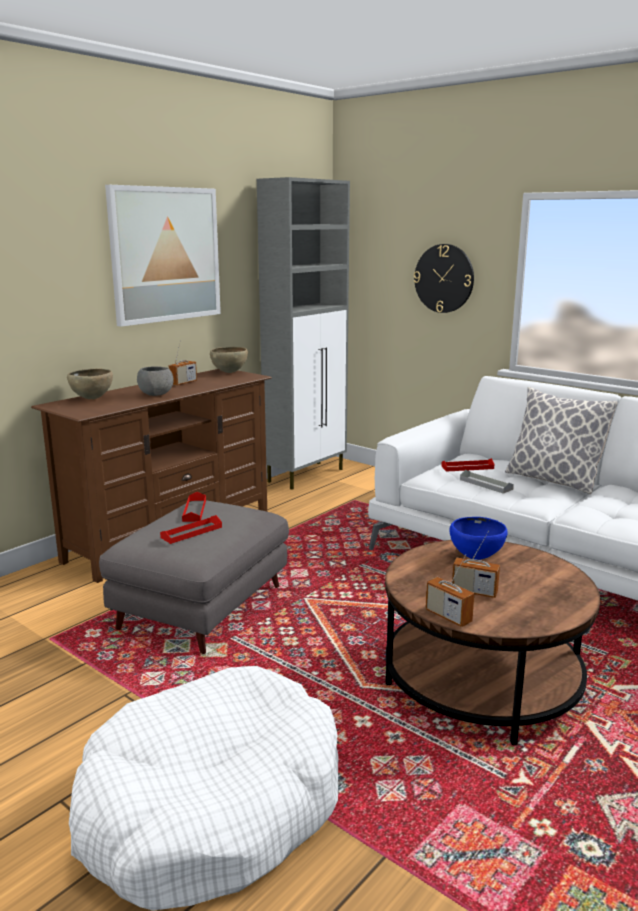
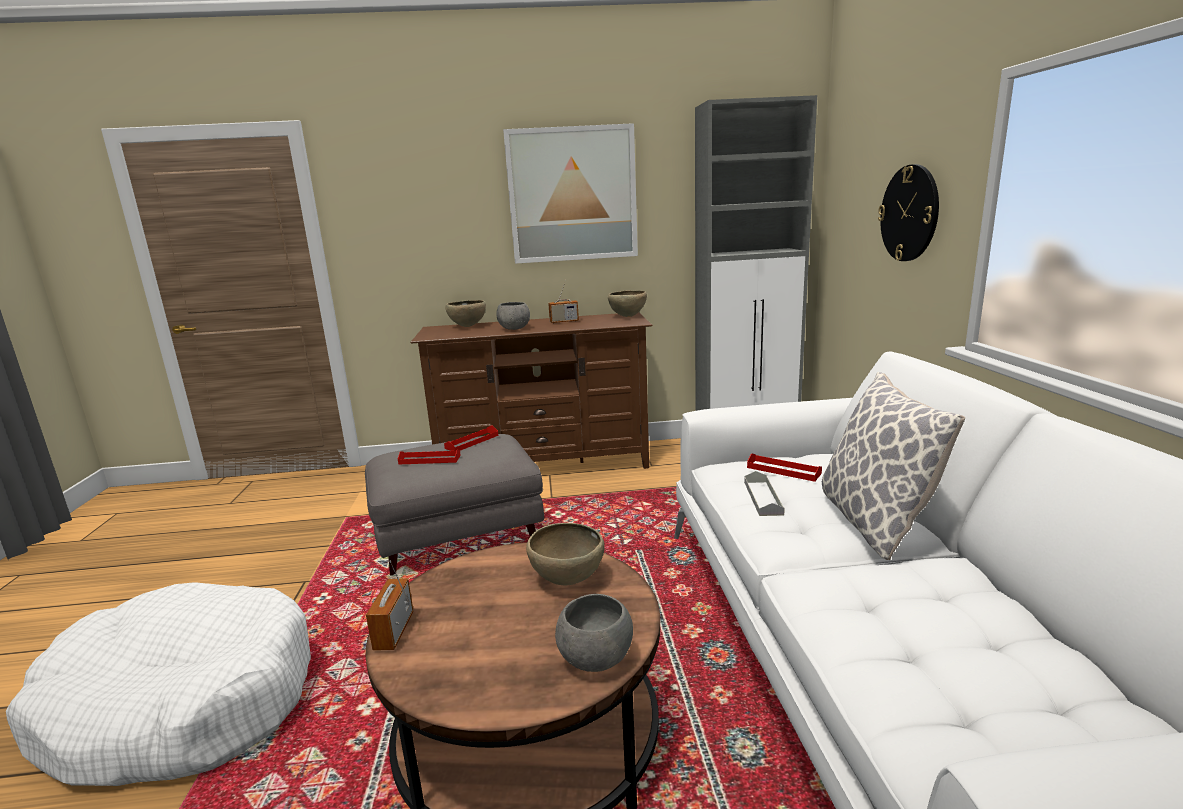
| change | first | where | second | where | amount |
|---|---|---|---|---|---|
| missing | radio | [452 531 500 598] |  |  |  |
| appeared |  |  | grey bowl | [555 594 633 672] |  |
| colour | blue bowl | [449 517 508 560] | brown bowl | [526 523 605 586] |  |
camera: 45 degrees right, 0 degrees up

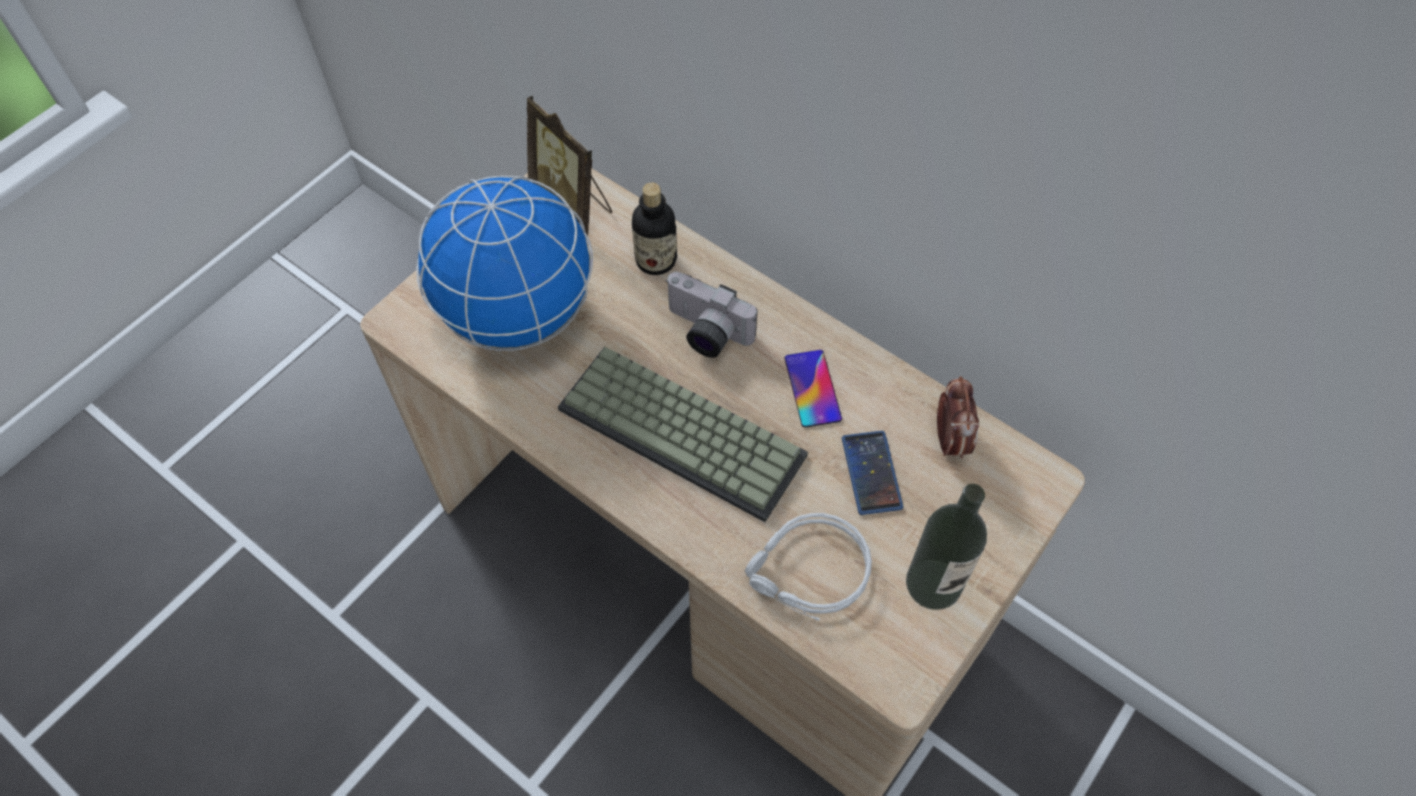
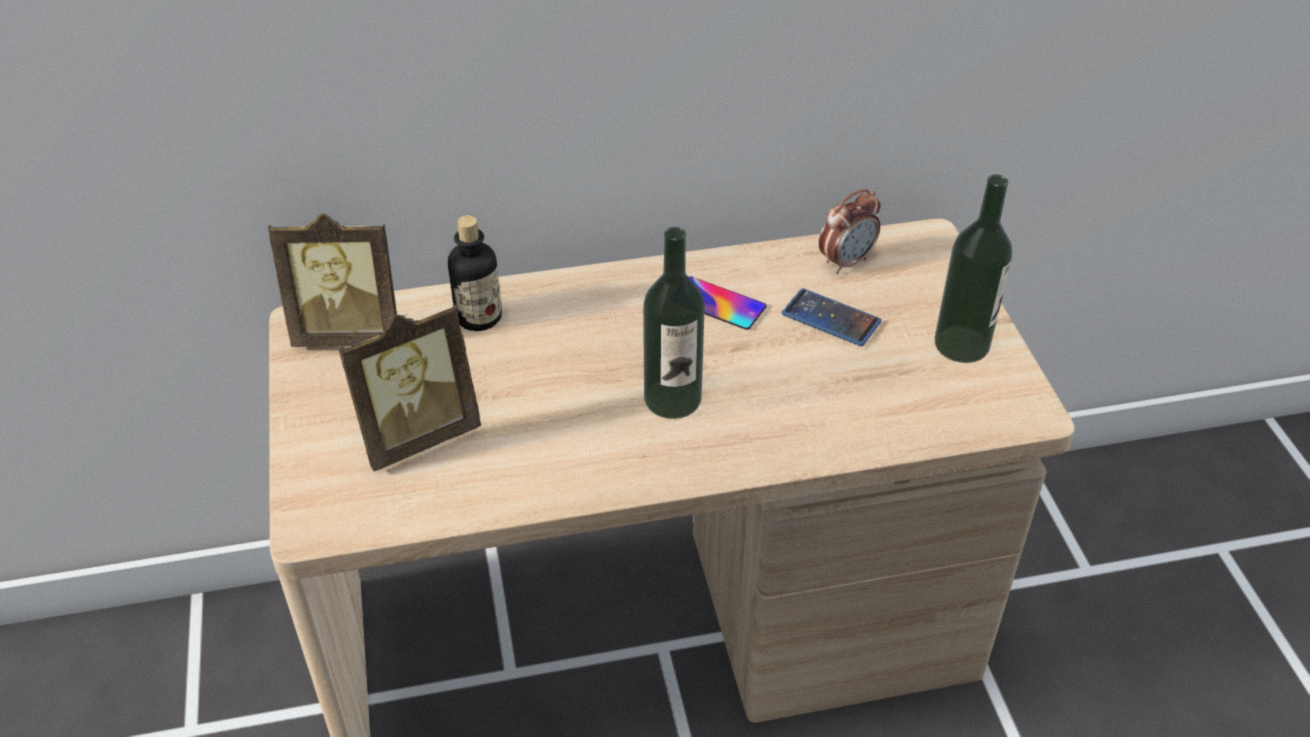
| change | first | where | second | where | amount |
|---|---|---|---|---|---|
| missing | photo camera | [666 272 757 358] |  |  |  |
| missing | grey headphones | [745 513 872 621] |  |  |  |
| exchanged | globe | [416 176 593 351] | picture frame | [338 304 481 471] |  |
| exchanged | keyboard | [558 347 808 522] | bottle | [643 227 705 419] |  |
| spun | alarm clock | [937 376 979 458] |  | [819 189 881 274] | 105 degrees clockwise |
camera: 50 degrees left, 15 degrees down

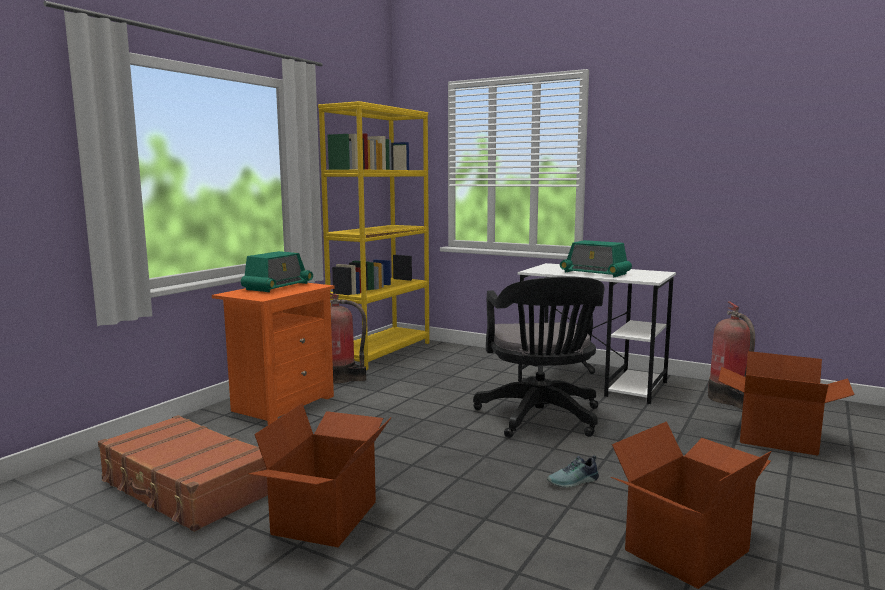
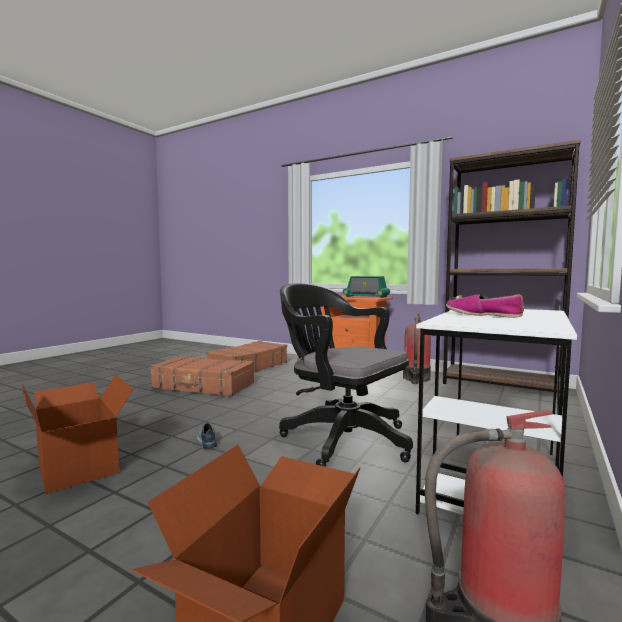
| change | first | where | second | where | amount |
|---|---|---|---|---|---|
| exchanged | cardboard box | [248 403 392 547] | brown suitcase | [150 356 254 397] |  |
| exchanged | radio | [560 240 632 277] | shoe | [446 294 524 318] |  |
| colour | yellow bookcase | [318 101 429 370] | brown bookcase | [443 140 581 396] |  |
| spun | black office chair | [473 276 605 438] |  | [279 283 413 467] | 45 degrees clockwise |
camera: 90 degrees right, 5 degrees down

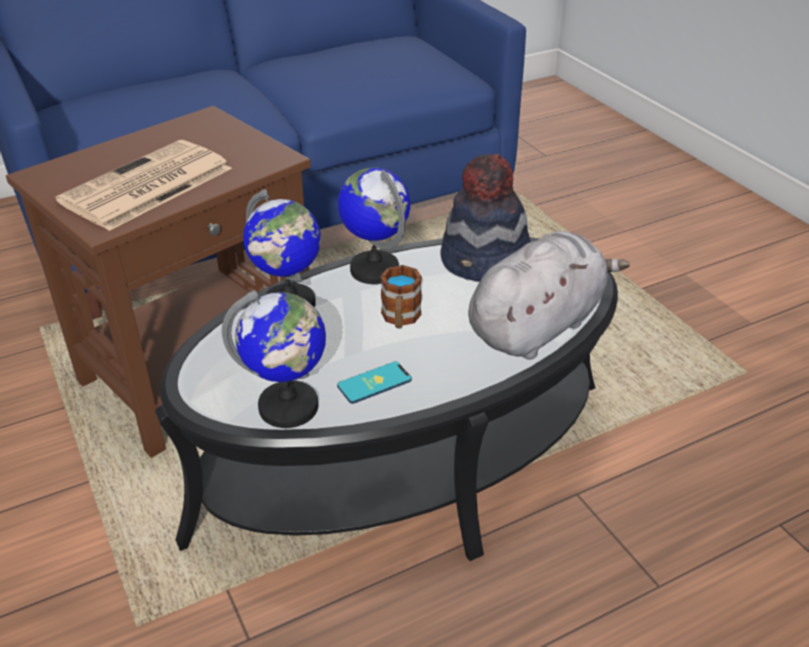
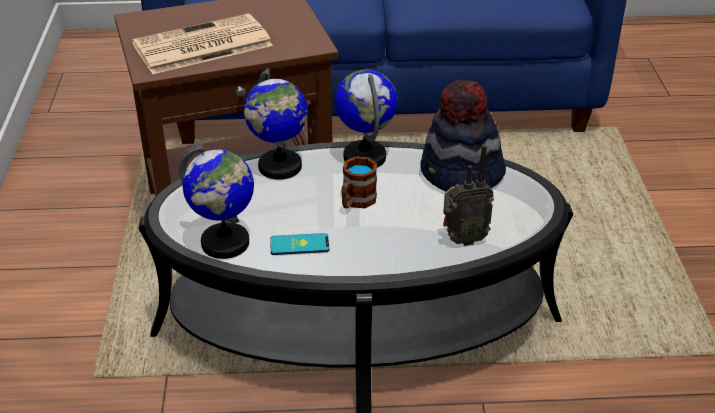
| change | first | where | second | where | amount |
|---|---|---|---|---|---|
| exchanged | grey plush toy | [469 231 630 359] | radio | [443 144 494 246] |  |
camera: 25 degrees right, 0 degrees up

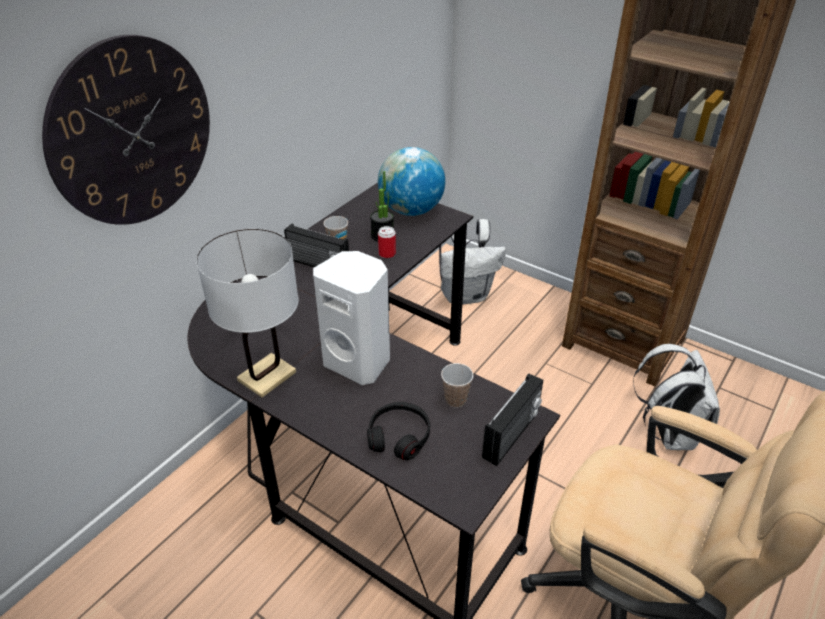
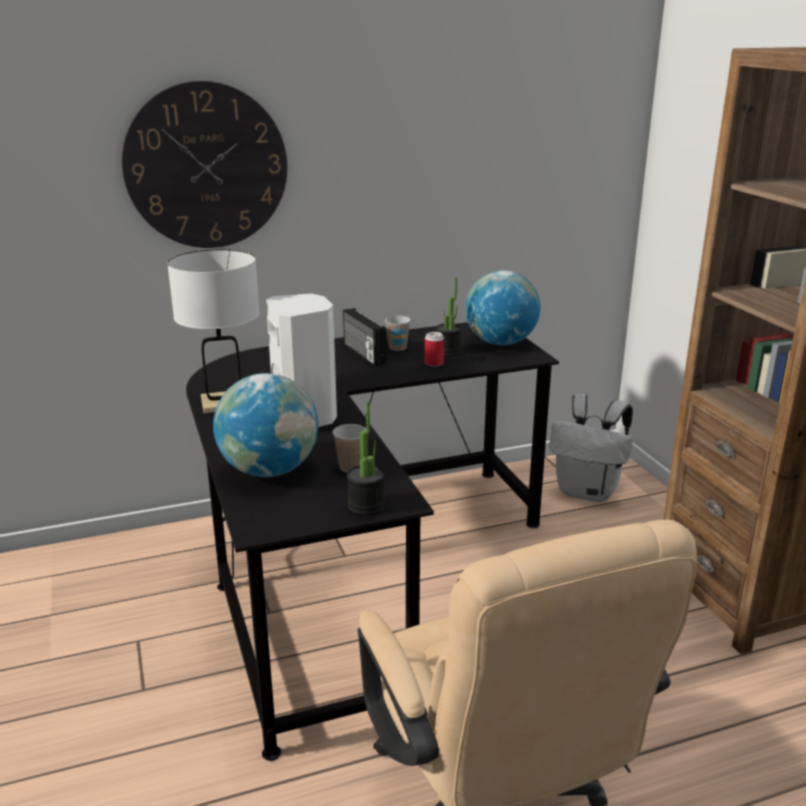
| change | first | where | second | where | amount |
|---|---|---|---|---|---|
| missing | white backpack | [633 344 720 450] |  |  |  |
| exchanged | black headphones | [367 402 430 460] | globe | [213 373 318 477] |  |
| exchanged | radio | [482 374 543 466] | potted plant | [347 402 385 516] |  |
camera: 35 degrees right, 15 degrees down

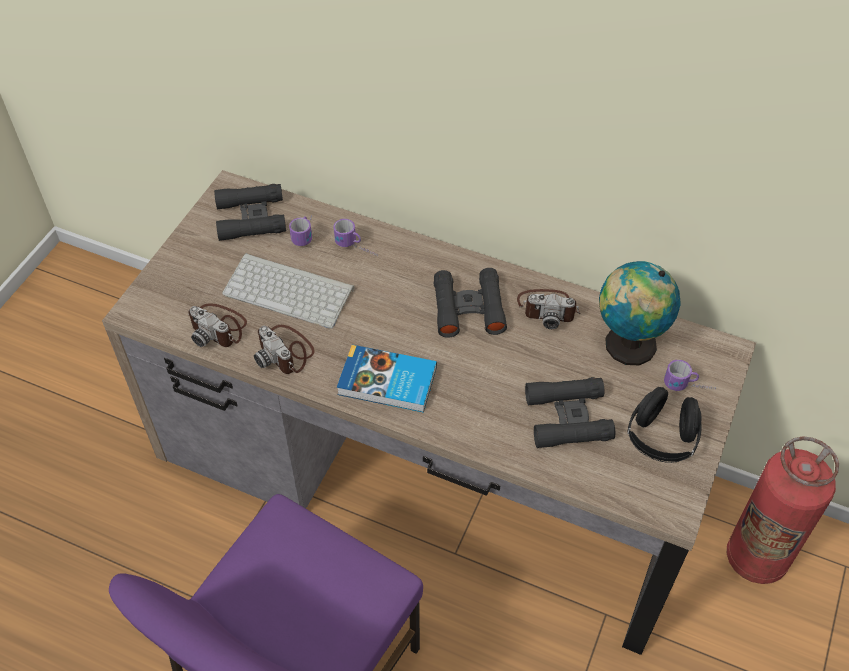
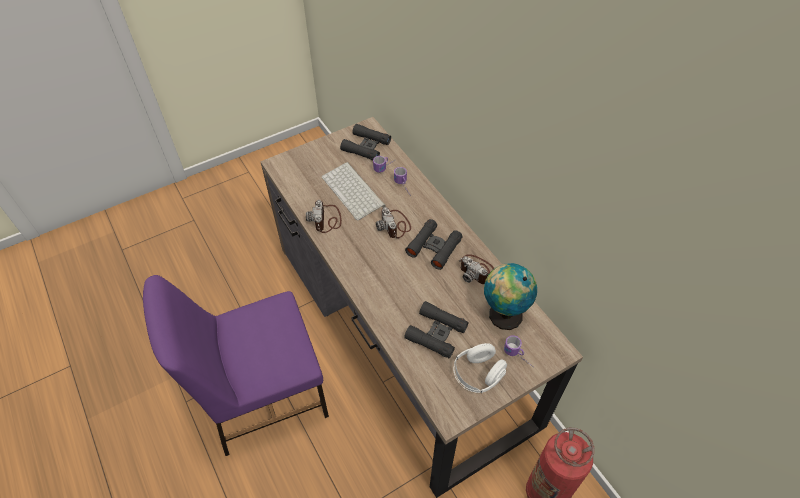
| change | first | where | second | where | amount |
|---|---|---|---|---|---|
| missing | book | [337 345 437 413] |  |  |  |
| relocated | photo camera | [188 303 247 347] |  | [376 207 411 239] |  |
| colour | black headphones | [627 387 701 463] | white headphones | [453 343 507 393] |  |
camera: 35 degrees right, 0 degrees up

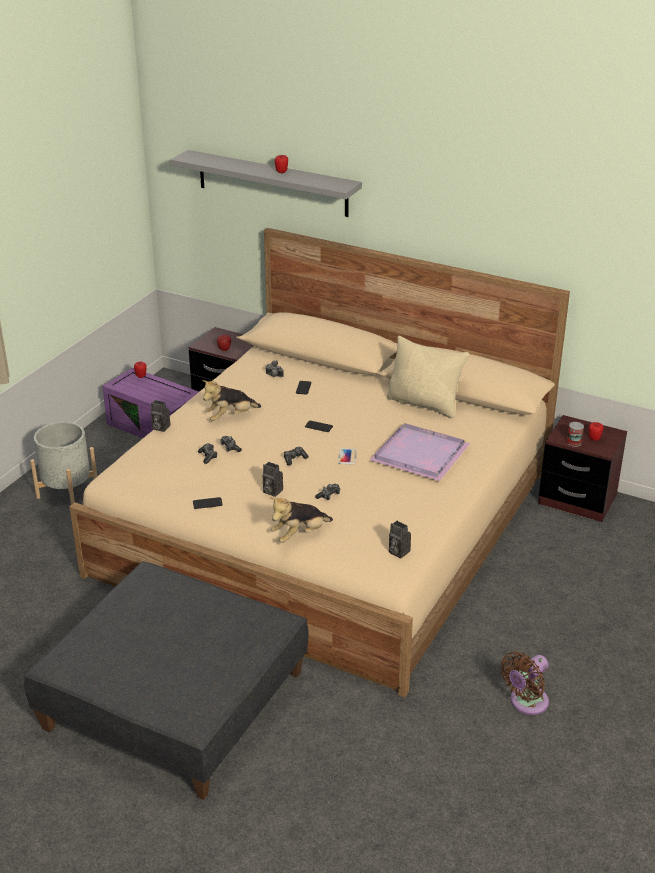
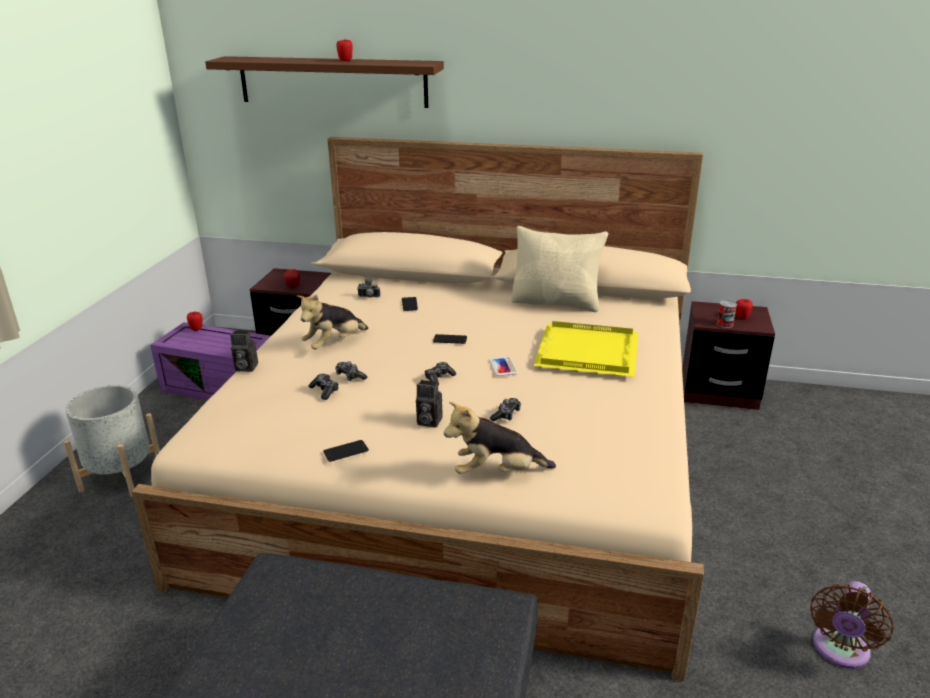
| change | first | where | second | where | amount |
|---|---|---|---|---|---|
| missing | photo camera | [389 521 411 558] |  |  |  |
| colour | grey shelf | [170 150 362 217] | brown shelf | [205 56 444 108] |  |
| colour | purple tray | [369 423 470 481] | yellow tray | [534 321 638 377] |  |
| spun | plush toy | [271 497 333 543] |  | [444 402 556 474] | 45 degrees clockwise |
camera: 15 degrees left, 5 degrees down

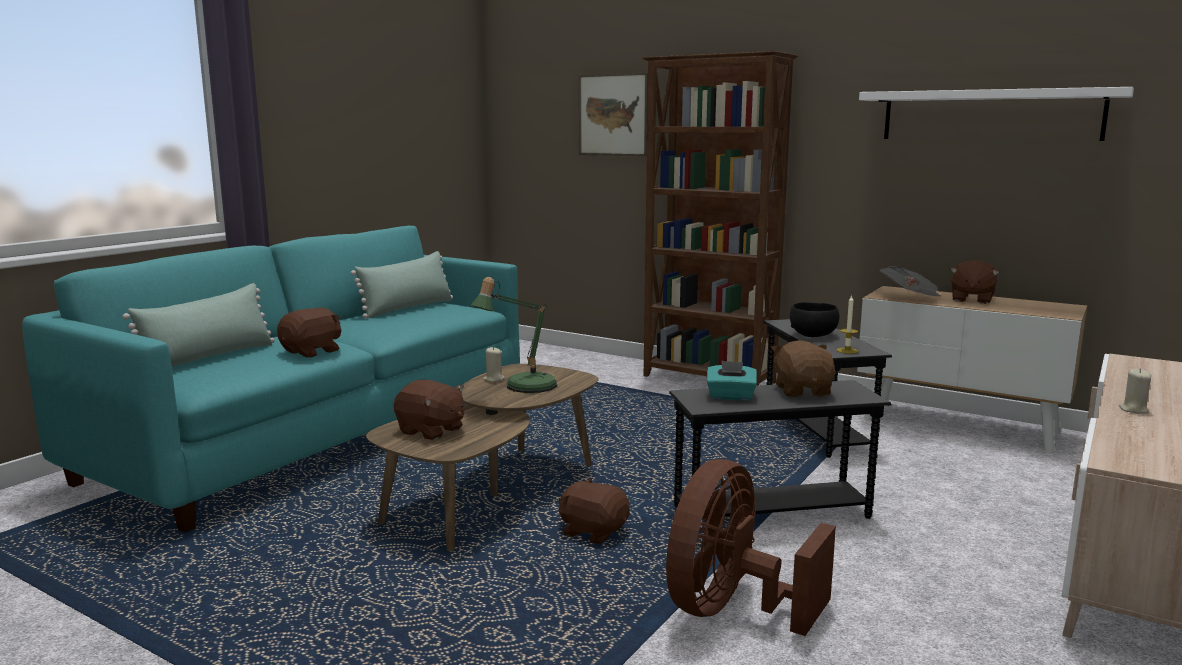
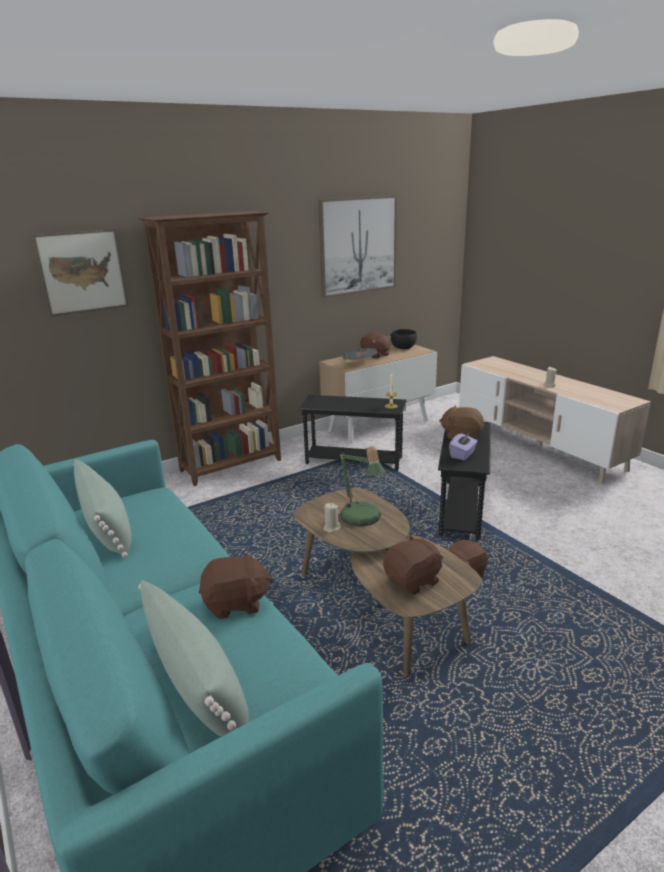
| change | first | where | second | where | amount |
|---|---|---|---|---|---|
| missing | brown fan | [666 459 836 636] |  |  |  |
| relocated | black bowl | [790 302 840 337] |  | [390 329 417 349] |  |
| exchanged | white shelf | [859 87 1134 141] | picture | [318 195 397 298] |  |
| colour | turquoise tissue box | [707 361 757 401] | purple tissue box | [449 432 478 461] |  |
| spun | brown plush toy | [277 308 341 358] |  | [199 551 273 619] | 105 degrees clockwise |
camera: 65 degrees left, 10 degrees up

